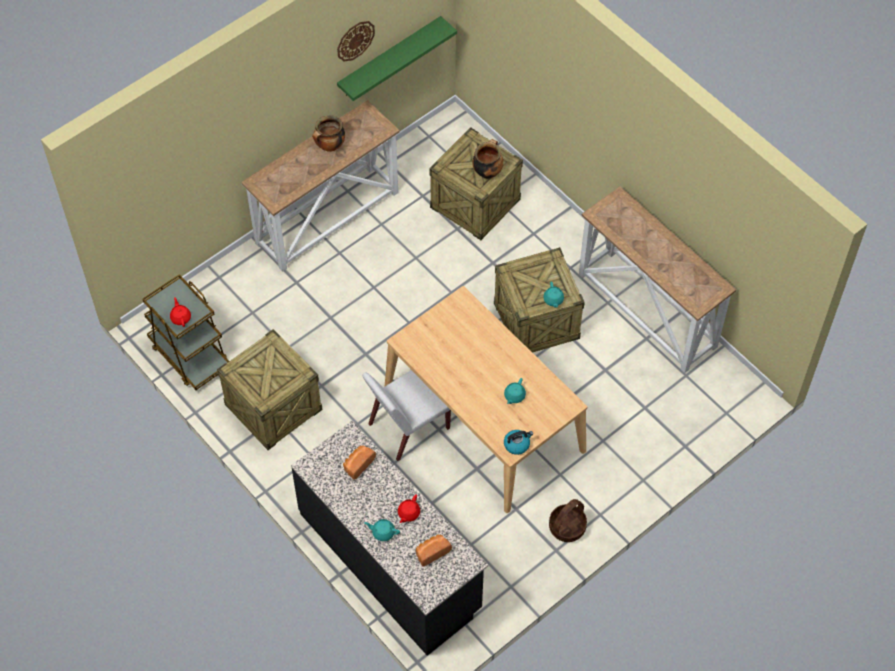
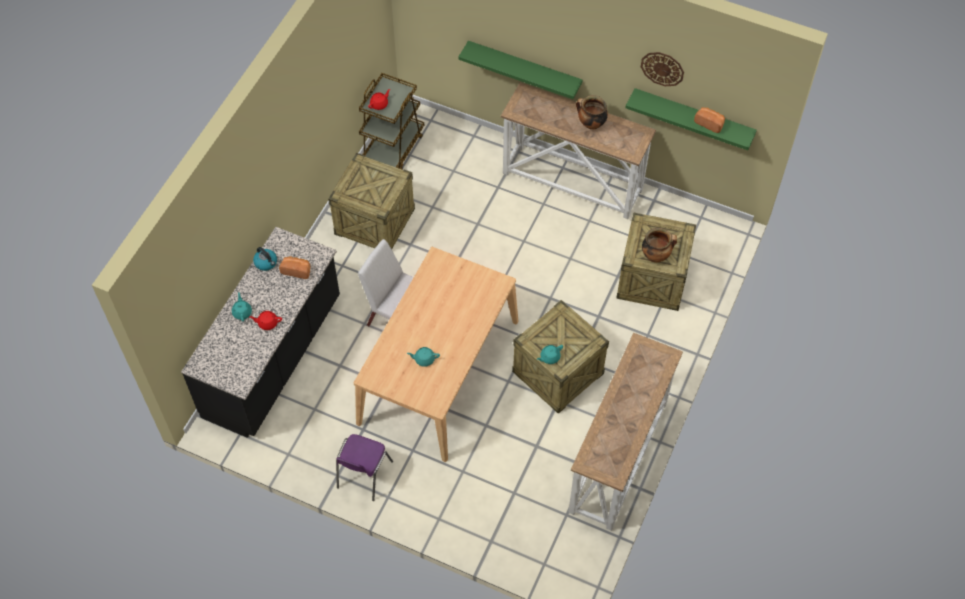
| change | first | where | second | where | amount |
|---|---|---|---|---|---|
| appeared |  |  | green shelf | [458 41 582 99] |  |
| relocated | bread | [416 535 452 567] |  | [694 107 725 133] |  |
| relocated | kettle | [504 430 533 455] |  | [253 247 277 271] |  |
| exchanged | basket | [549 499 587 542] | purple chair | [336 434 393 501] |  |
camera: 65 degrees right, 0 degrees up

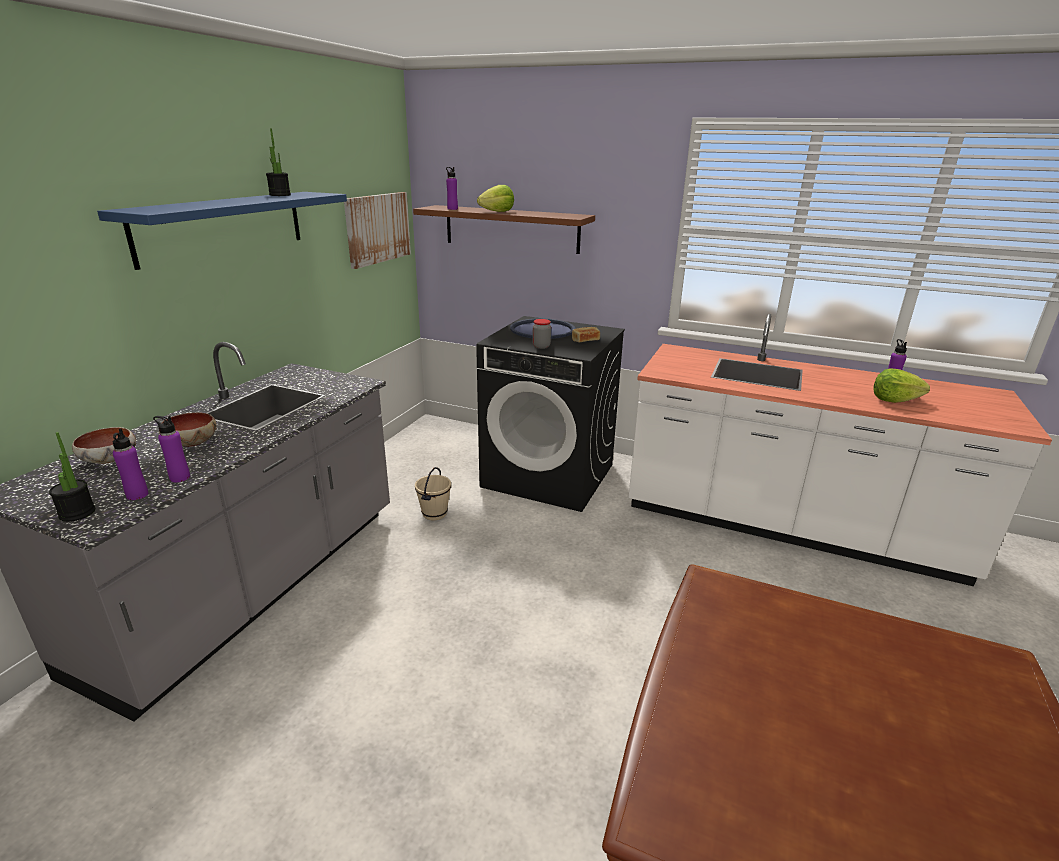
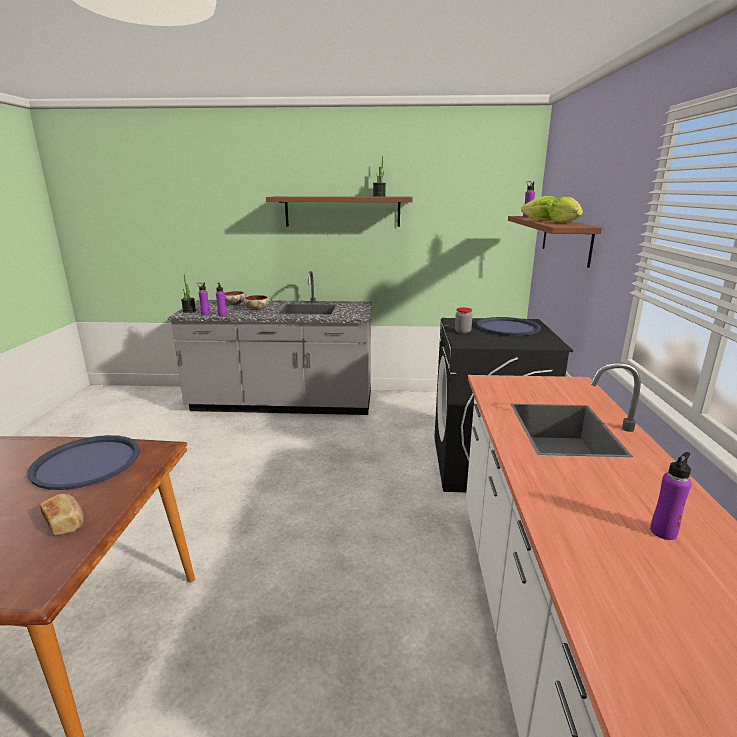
| change | first | where | second | where | amount |
|---|---|---|---|---|---|
| missing | picture | [344 192 411 269] |  |  |  |
| missing | beige bucket | [415 467 451 521] |  |  |  |
| appeared |  |  | blue tray | [27 435 140 490] |  |
| relocated | bread | [572 327 600 342] |  | [40 494 84 535] |  |
| relocated | lettuce | [874 368 930 403] |  | [549 196 583 223] |  |
| colour | blue shelf | [97 192 347 270] | brown shelf | [266 196 413 227] |  |
camera: 70 degrees right, 5 degrees down

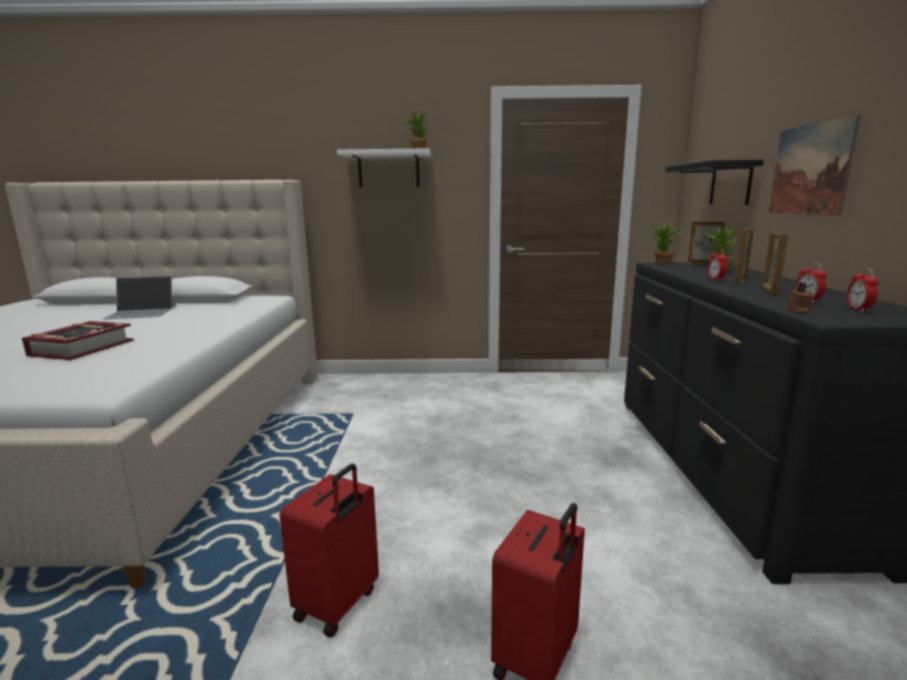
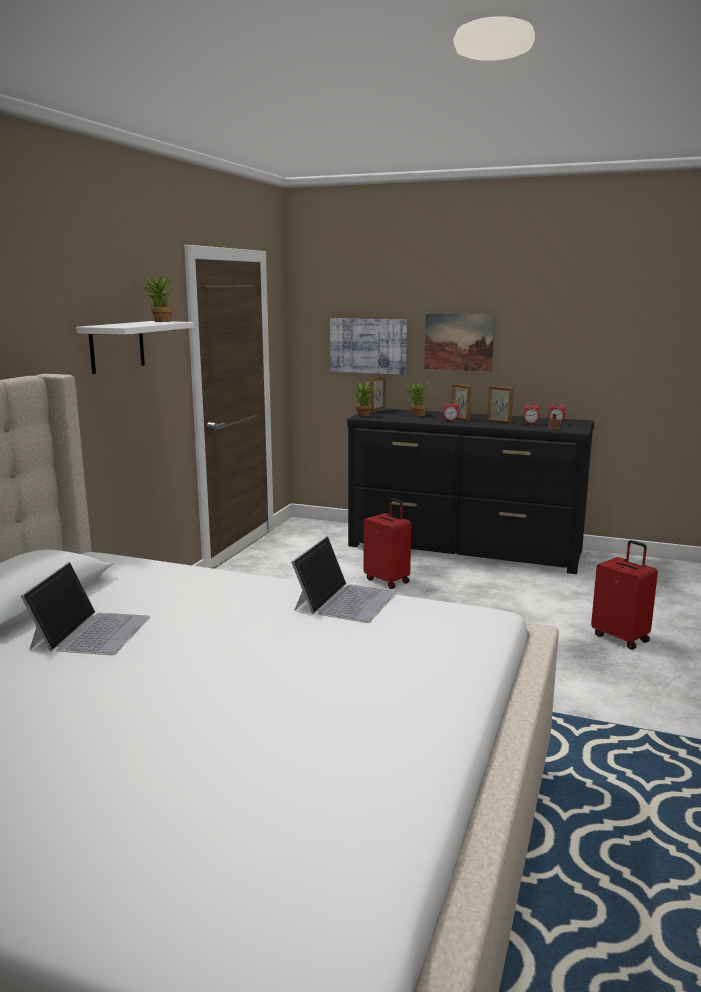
| change | first | where | second | where | amount |
|---|---|---|---|---|---|
| missing | book | [22 321 134 360] |  |  |  |
| appeared |  |  | laptop | [292 536 396 623] |  |
| relocated | red suitcase | [279 464 379 637] |  | [363 498 411 589] |  |
| exchanged | black shelf | [665 160 764 205] | picture | [330 318 407 375] |  |
camera: 70 degrees left, 0 degrees up

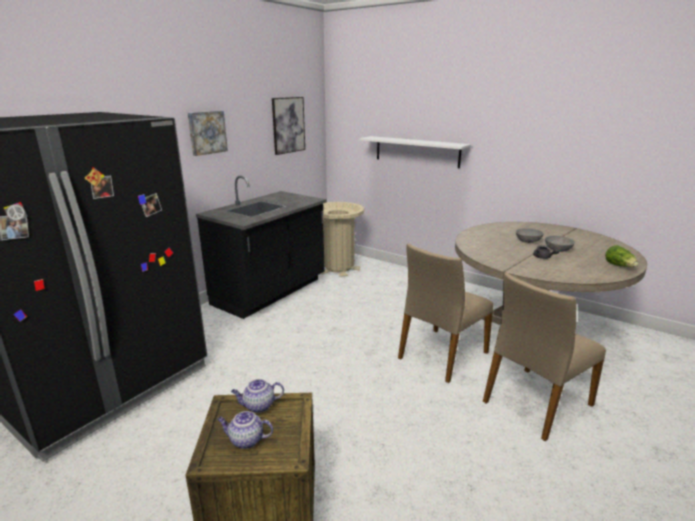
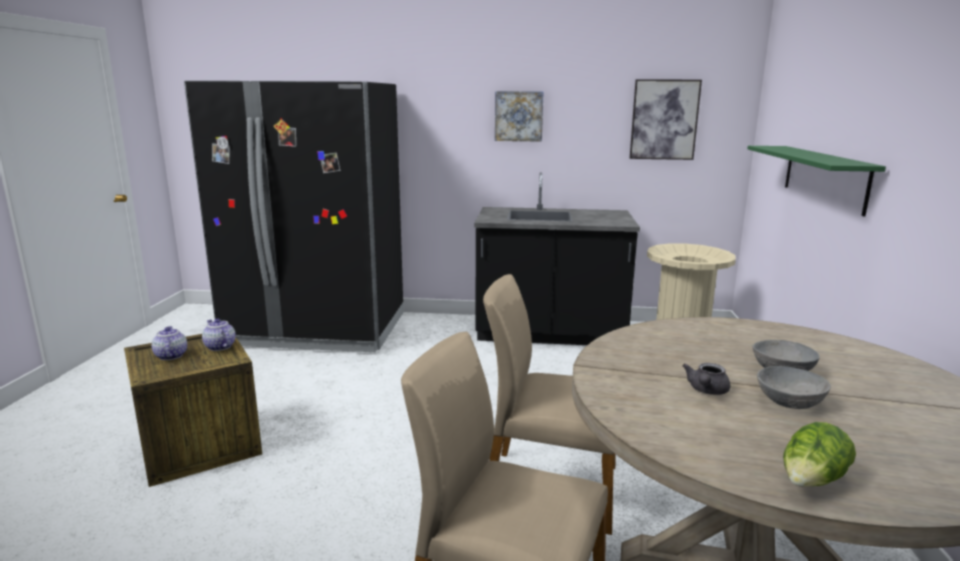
| change | first | where | second | where | amount |
|---|---|---|---|---|---|
| colour | white shelf | [359 136 471 169] | green shelf | [747 146 886 216] |  |
camera: 60 degrees right, 5 degrees down

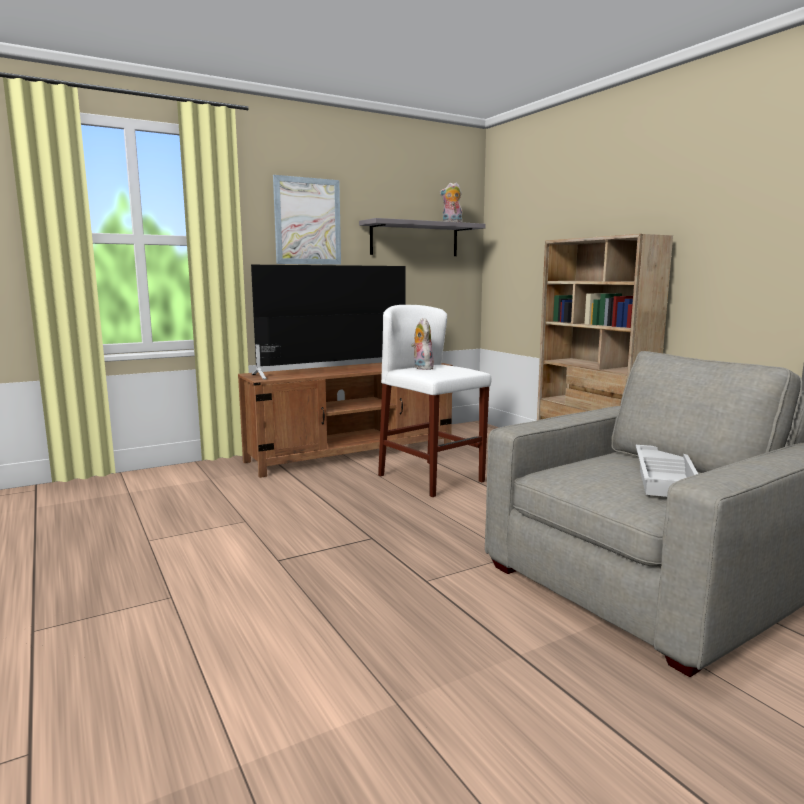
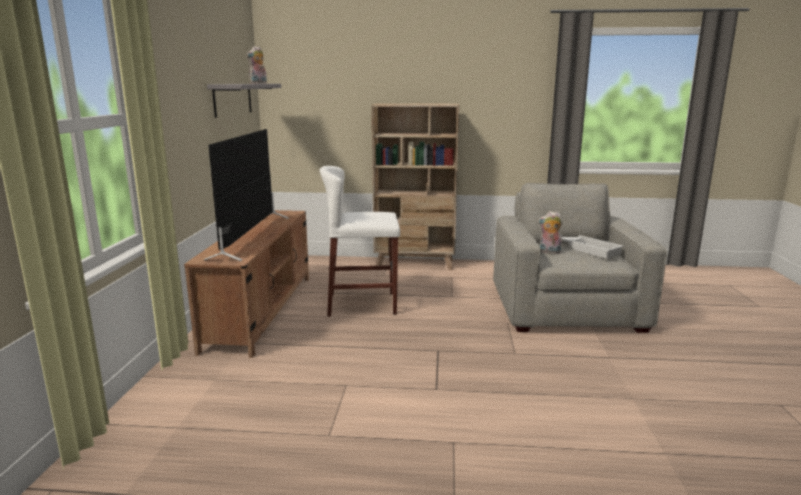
| change | first | where | second | where | amount |
|---|---|---|---|---|---|
| missing | picture | [273 175 341 265] |  |  |  |
| relocated | plush toy | [411 318 434 370] |  | [538 211 563 254] |  |
camera: 55 degrees left, 5 degrees up

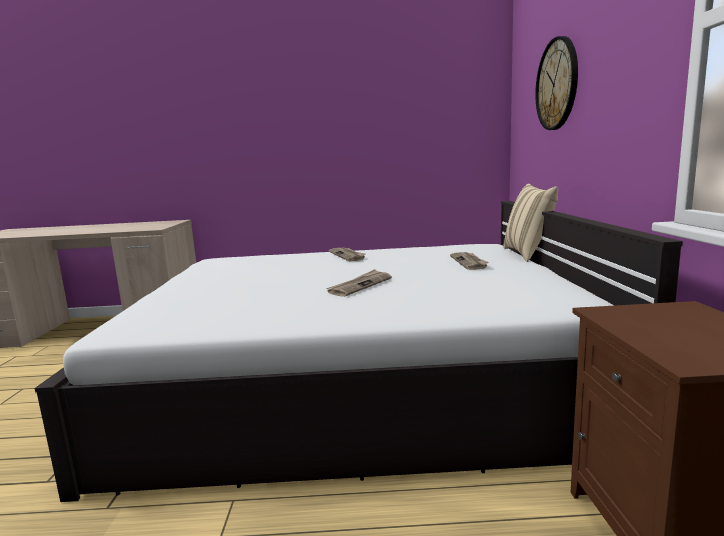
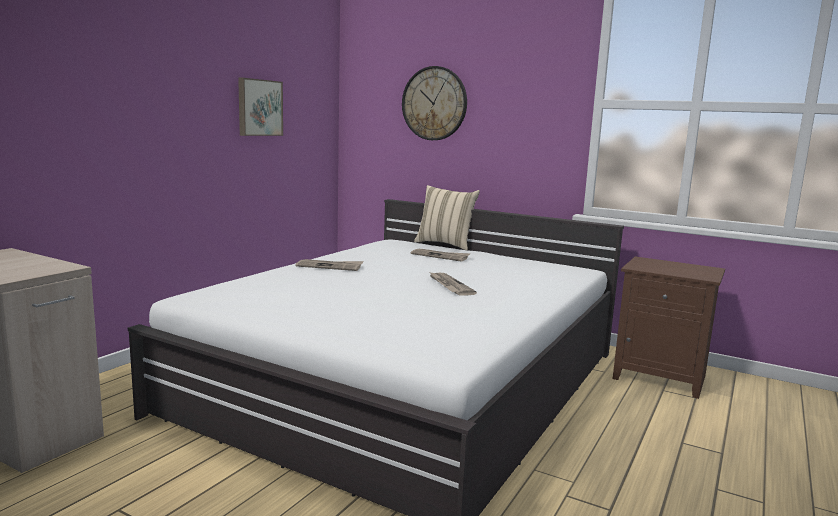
| change | first | where | second | where | amount |
|---|---|---|---|---|---|
| appeared |  |  | picture | [238 78 283 136] |  |
camera: 60 degrees left, 0 degrees up

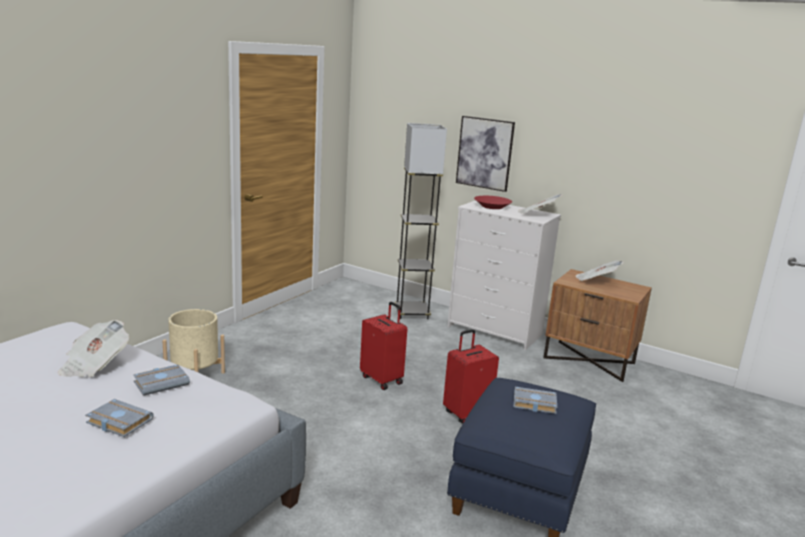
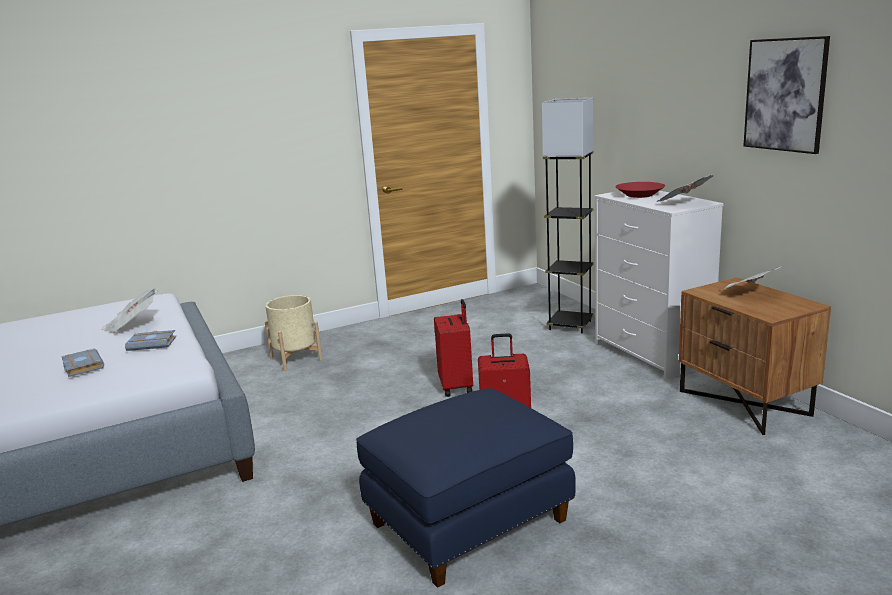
| change | first | where | second | where | amount |
|---|---|---|---|---|---|
| missing | grey book | [513 387 557 414] |  |  |  |
| relocated | picture | [456 116 515 192] |  | [743 36 830 154] |  |
camera: 35 degrees right, 0 degrees up

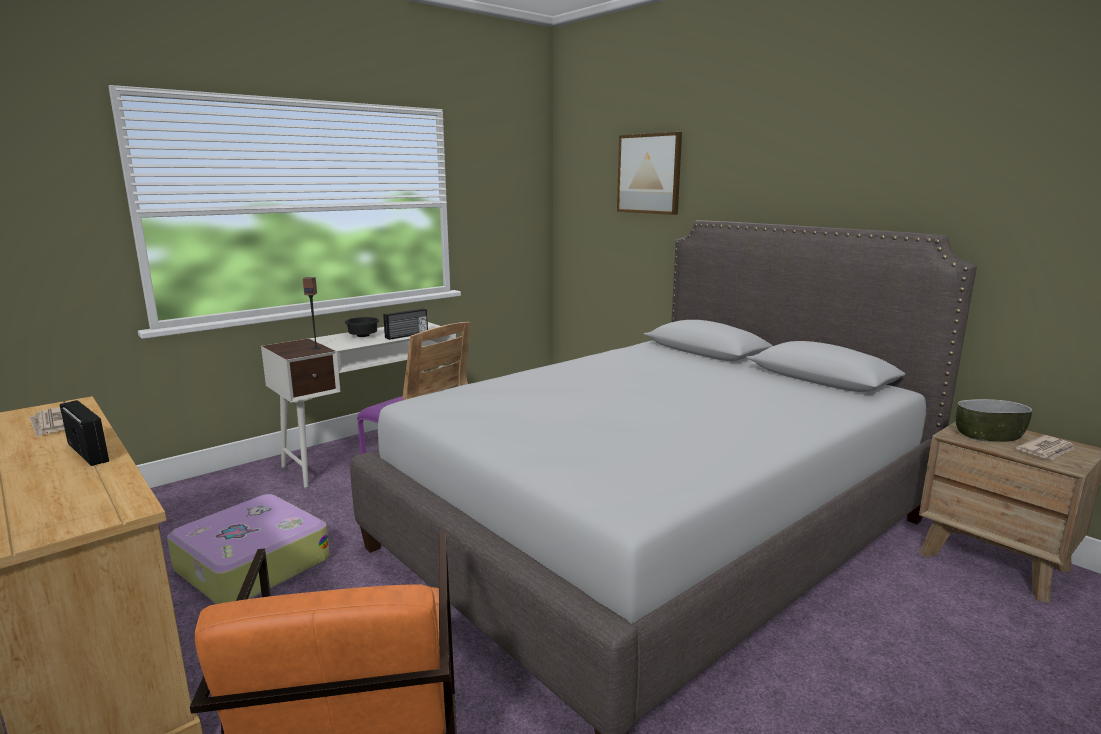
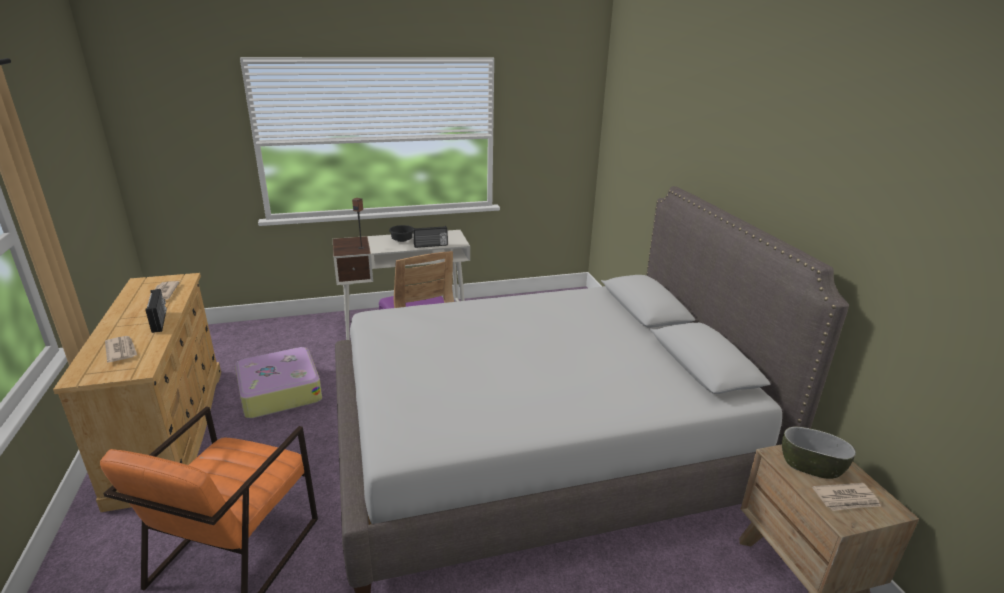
| change | first | where | second | where | amount |
|---|---|---|---|---|---|
| missing | picture | [617 132 682 215] |  |  |  |
| appeared |  |  | newspaper | [105 336 137 363] |  |
camera: 25 degrees right, 10 degrees up

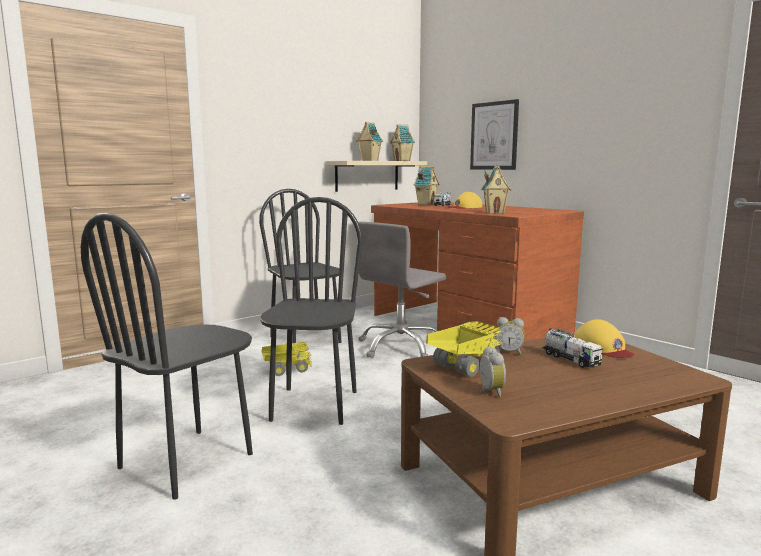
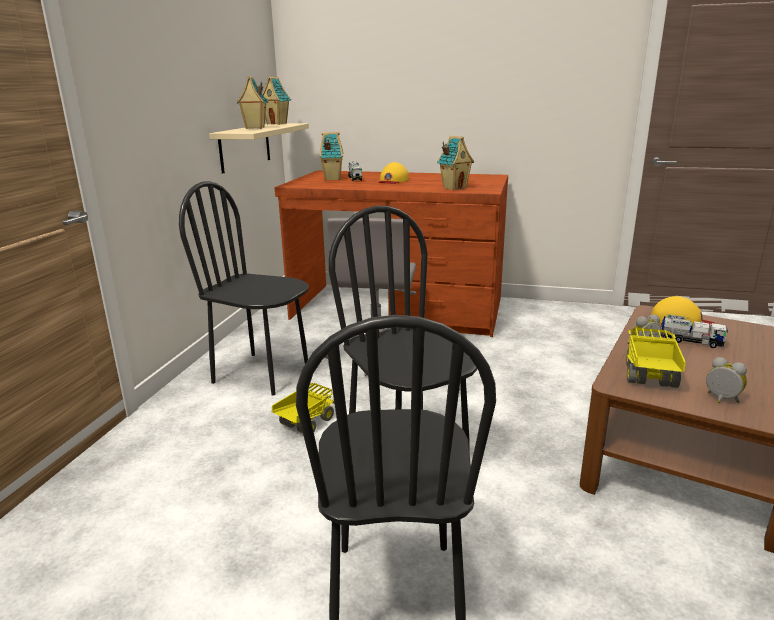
| change | first | where | second | where | amount |
|---|---|---|---|---|---|
| missing | picture | [470 99 519 170] |  |  |  |
camera: 35 degrees left, 10 degrees up

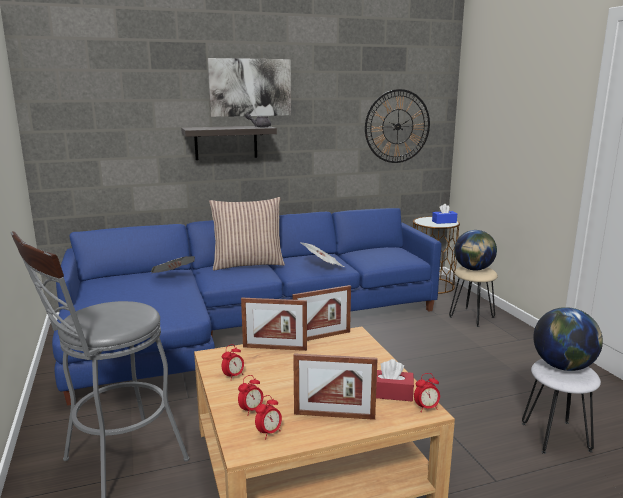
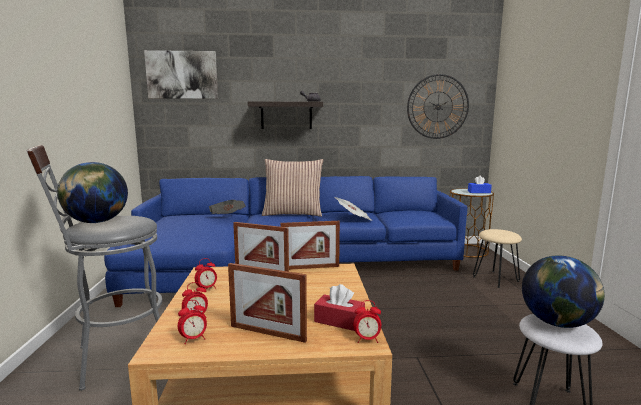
| change | first | where | second | where | amount |
|---|---|---|---|---|---|
| relocated | picture | [207 58 291 117] |  | [144 50 218 99] |  |
| relocated | globe | [454 230 497 271] |  | [57 162 128 223] |  |
camera: 15 degrees right, 5 degrees down

